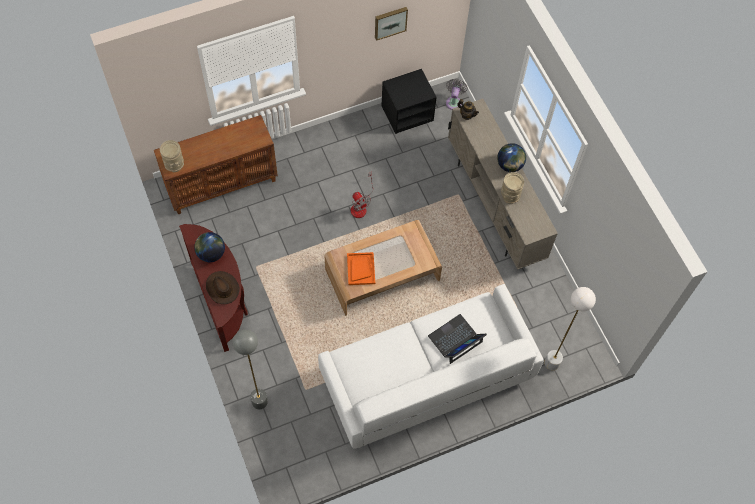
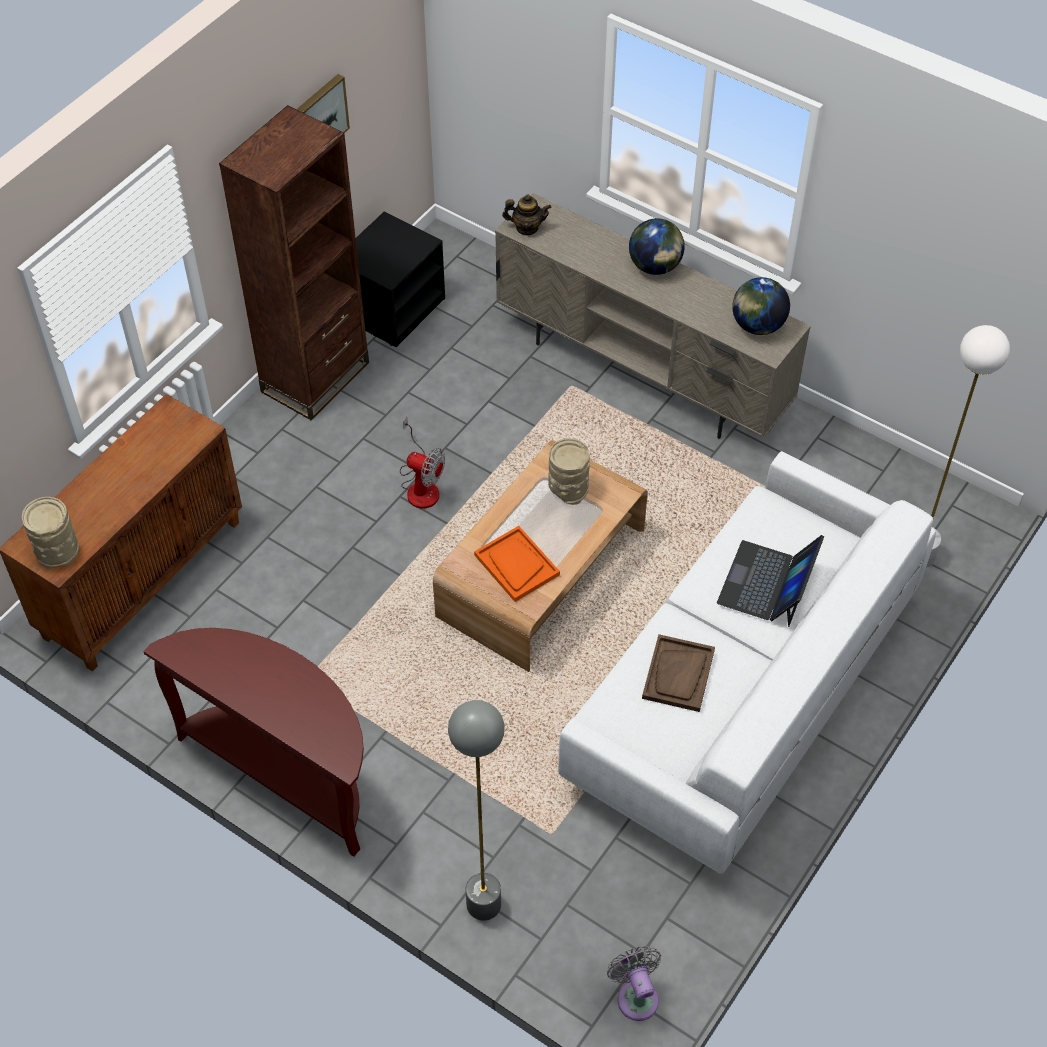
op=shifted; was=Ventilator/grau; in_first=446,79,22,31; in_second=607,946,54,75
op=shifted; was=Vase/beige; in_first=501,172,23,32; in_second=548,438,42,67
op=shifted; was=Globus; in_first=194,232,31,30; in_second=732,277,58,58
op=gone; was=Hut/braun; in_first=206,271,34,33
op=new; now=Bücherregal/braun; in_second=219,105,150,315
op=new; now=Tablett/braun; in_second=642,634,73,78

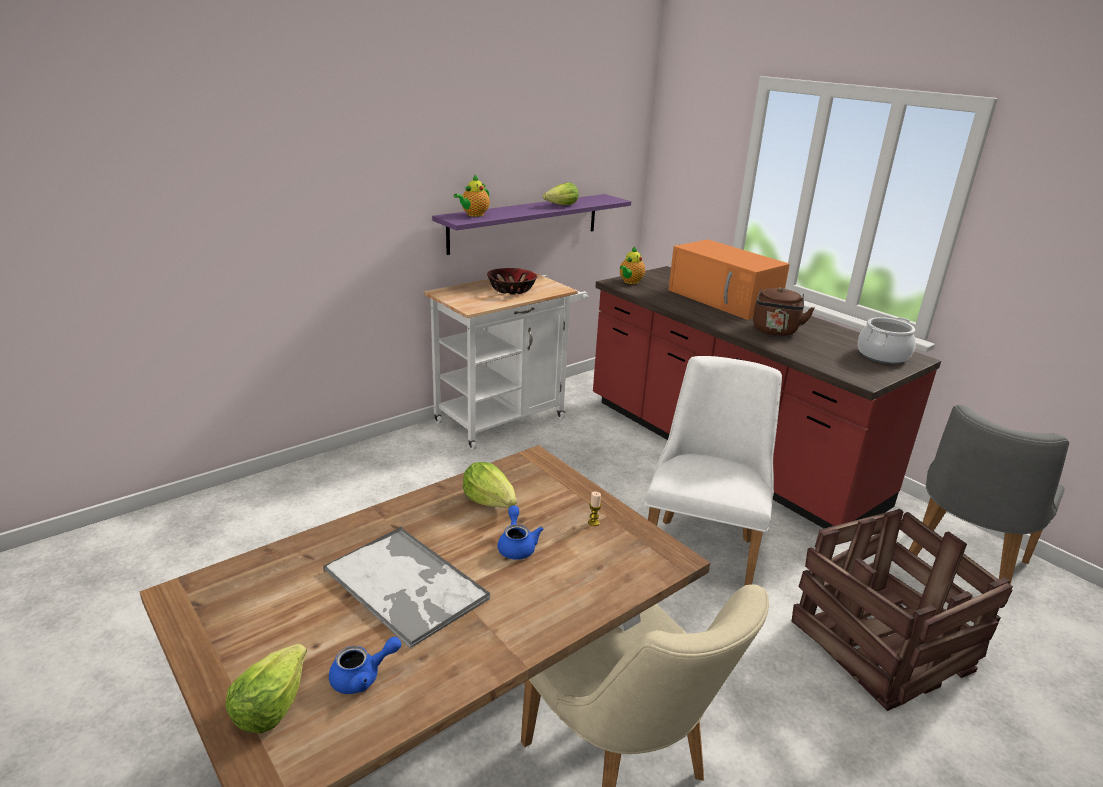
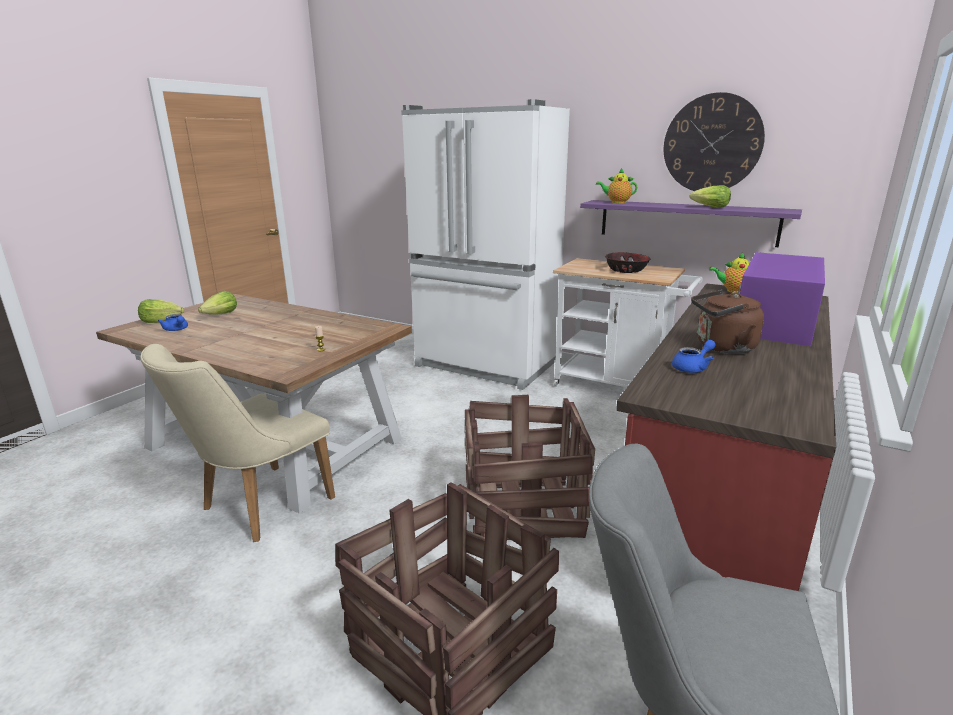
op=repainted; was=Mikrowelle/orange; now=Mikrowelle/lila; in_first=668,239,122,81; in_second=738,252,87,94
op=gone; was=Kochtopf; in_first=858,317,58,47
op=swapped; was=Stuhl/weiß; now=Kiste; in_first=645,356,137,230; in_second=465,395,130,145
op=shifted; was=Salatkopf; in_first=463,462,54,46; in_second=198,291,39,24
op=shifted; was=Teekanne/blau; in_first=498,505,46,55; in_second=672,340,43,33
op=gone; was=Tablett; in_first=323,526,167,123
op=new; now=Wanduhr; in_second=664,92,101,99
op=new; now=Kühlschrank/weiß; in_second=401,99,169,291

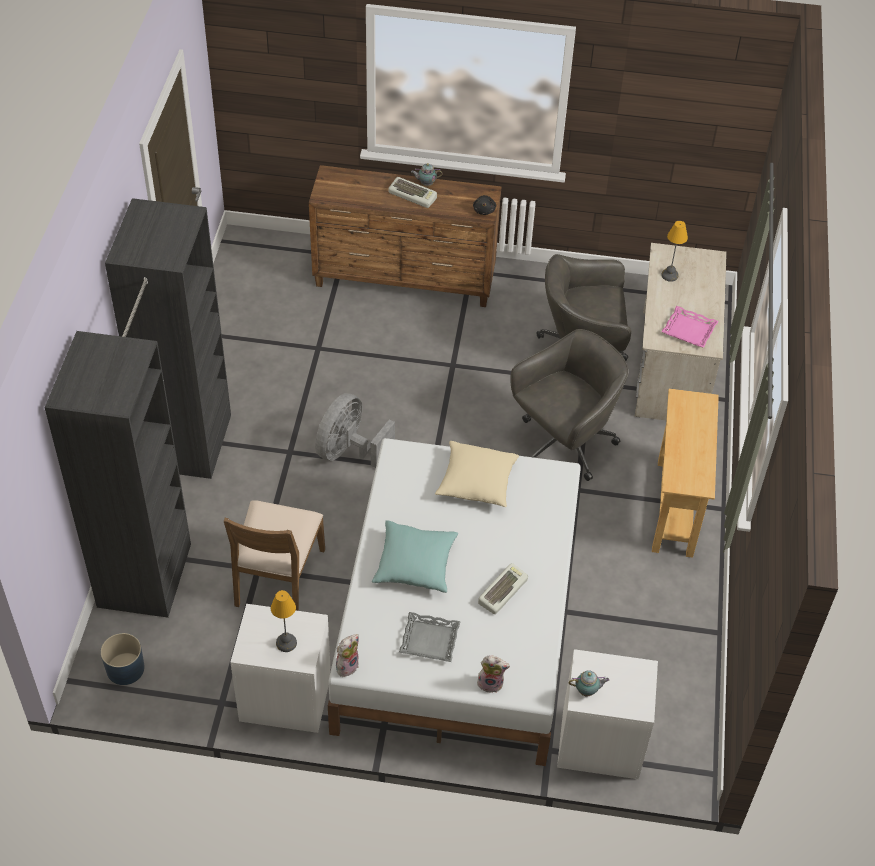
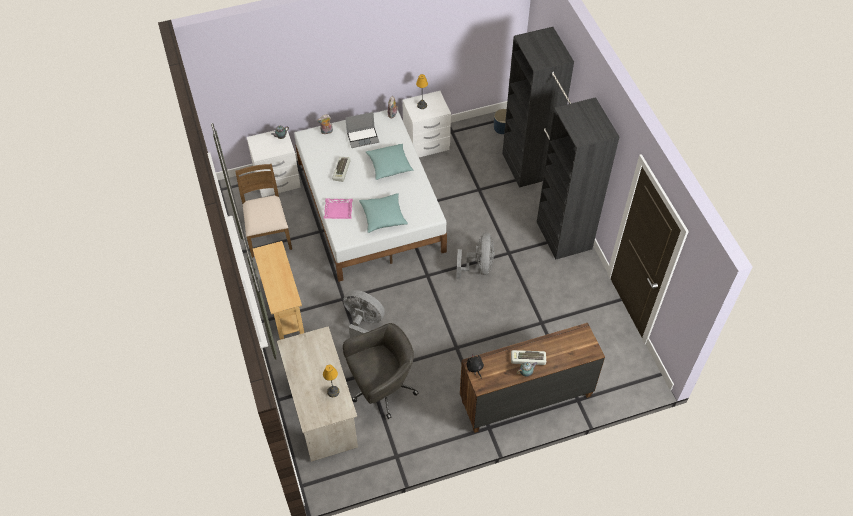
op=shifted; was=Tablett/rosa; in_first=661,306,57,42; in_second=324,199,29,20
op=swapped; was=Bürostuhl/grau; now=Ventilator/grau; in_first=510,329,119,152; in_second=343,290,42,48
op=repainted; was=Kissen/beige; now=Kissen/türkis; in_first=435,441,84,66; in_second=359,193,49,40
op=shifted; was=Stuhl/braun; in_first=224,500,101,111; in_second=235,164,57,94
op=swapped; was=Tablett/grau; now=Laptop; in_first=399,612,62,50; in_second=345,112,34,36

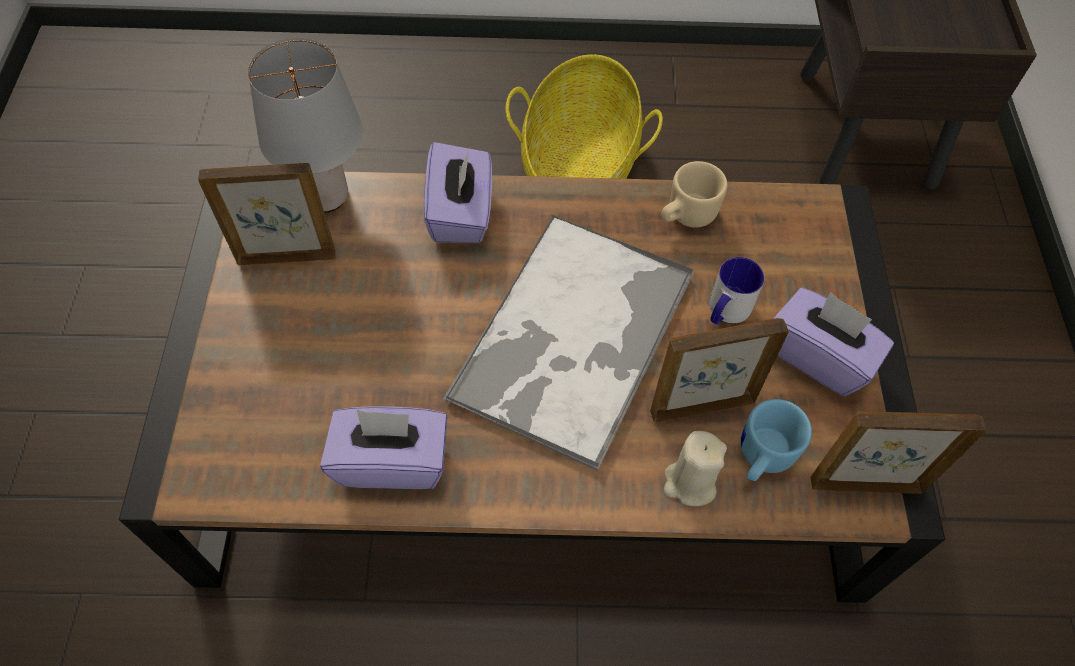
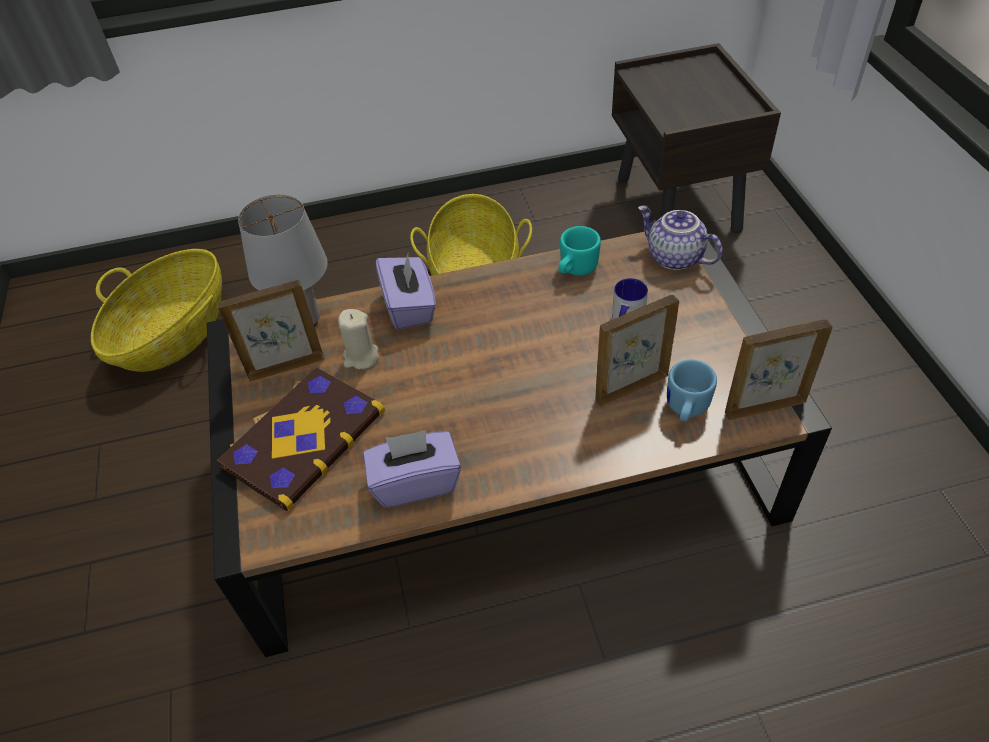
op=repainted; was=Henkelbecher/beige; now=Henkelbecher/türkis; in_first=661,161,67,67; in_second=558,226,43,50
op=gone; was=Tablett; in_first=443,215,250,256
op=gone; was=Taschentuchbox/lila; in_first=773,288,121,108
op=shifted; was=Kerze/beige; in_first=664,431,63,75; in_second=338,309,41,60
op=new; now=Teekanne; in_second=638,205,85,65
op=new; now=Korb; in_second=91,249,131,123
op=new; now=Buch; in_second=217,367,168,144

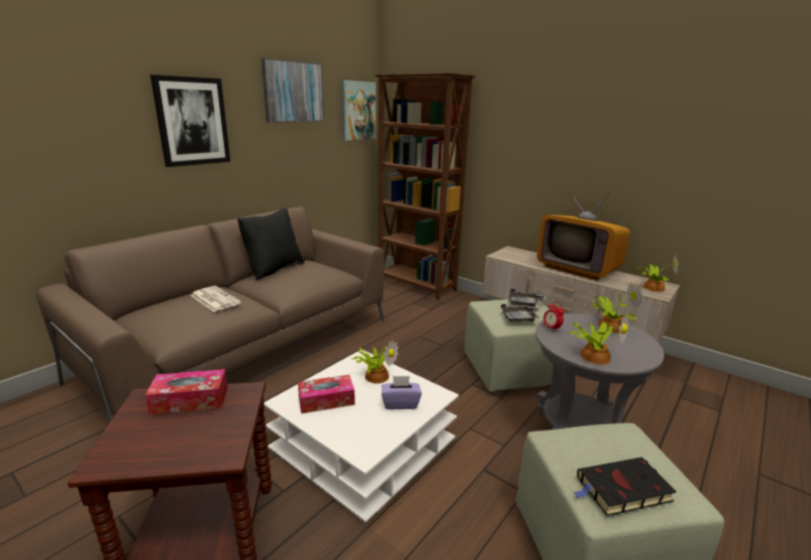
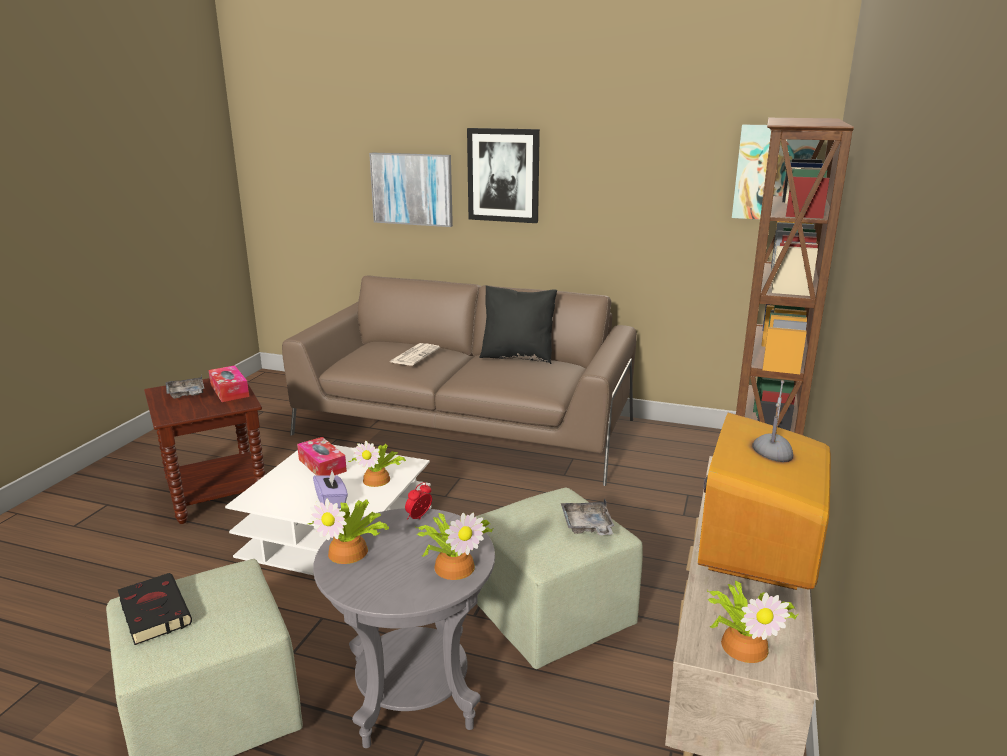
op=shifted; was=Bild; in_first=261,58,63,64; in_second=369,152,84,75
op=shifted; was=Tablett/grau; in_first=501,304,40,18; in_second=165,375,40,24

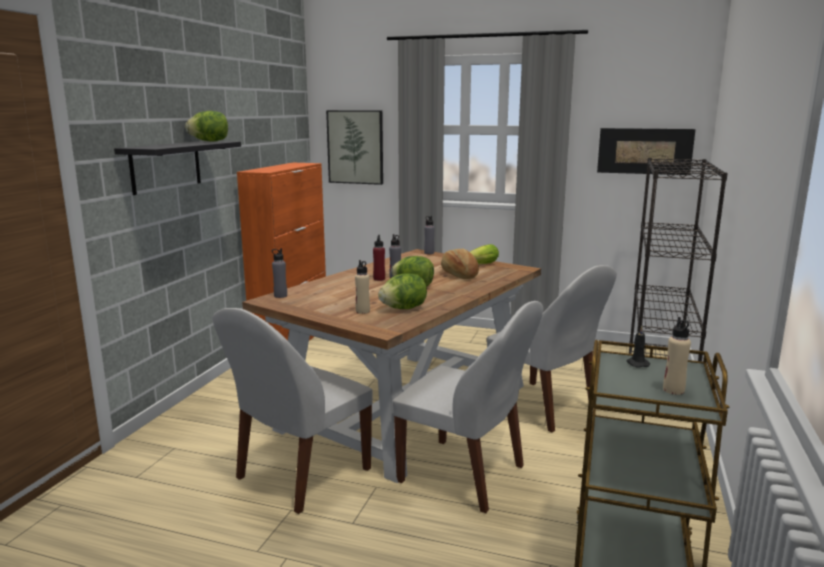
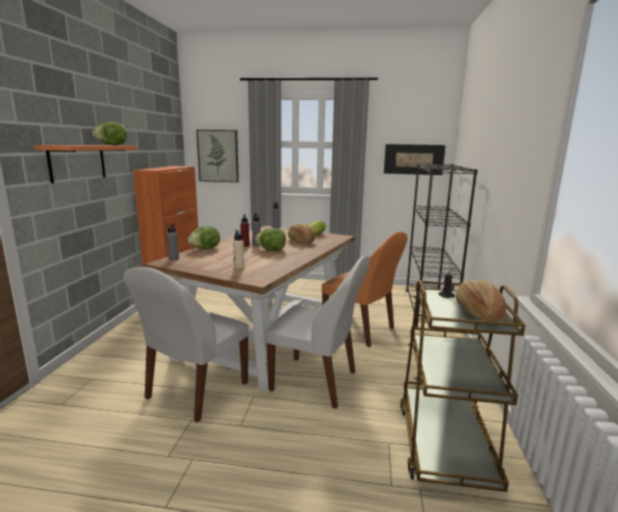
op=repainted; was=Wandregal/schwarz; now=Wandregal/orange; in_first=114,141,127,54; in_second=34,145,103,38
op=repainted; was=Stuhl/weiß; now=Stuhl/orange; in_first=487,265,130,167; in_second=322,232,86,115
op=shifted; was=Salatkopf; in_first=378,273,49,36; in_second=188,226,32,23
op=swapped; was=Flasche/beige; now=Brot; in_first=663,317,28,78; in_second=456,280,50,42

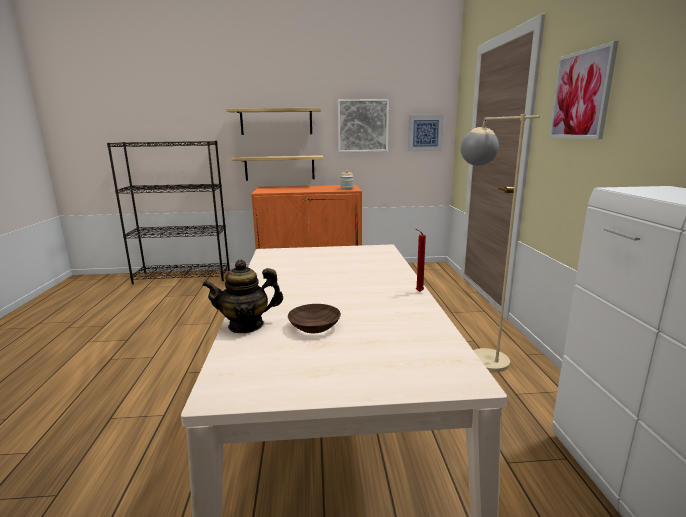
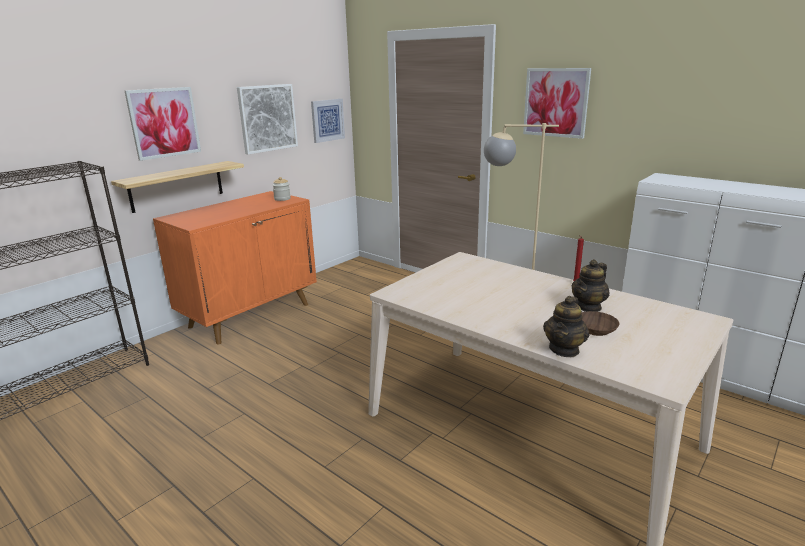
op=swapped; was=Wandregal; now=Bild; in_first=226,108,95,27; in_second=125,87,76,74
op=new; now=Teekanne; in_second=572,259,38,53

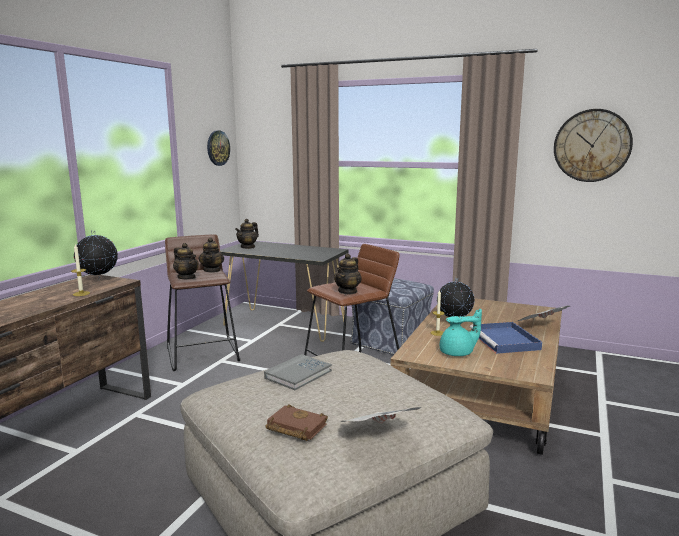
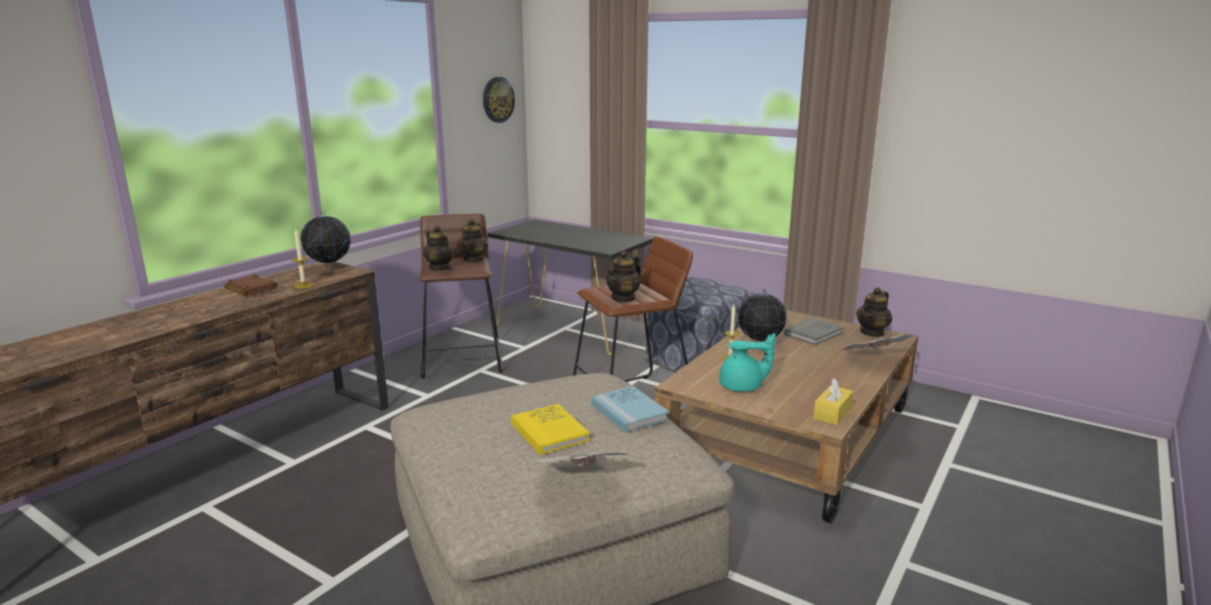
op=gone; was=Wanduhr; in_first=554,109,79,73
op=shifted; was=Teekanne; in_first=235,219,24,30; in_second=856,287,36,50
op=gone; was=Tablett/blau; in_first=470,322,72,32
op=shifted; was=Buch/grau; in_first=264,354,68,36; in_second=784,318,60,27
op=shifted; was=Buch/braun; in_first=266,404,62,37; in_second=224,274,54,23
op=new; now=Taschentuchbox/gelb; in_second=813,378,40,47
op=new; now=Buch/blau; in_second=591,386,78,46
op=new; now=Buch/gelb; in_second=511,404,79,51

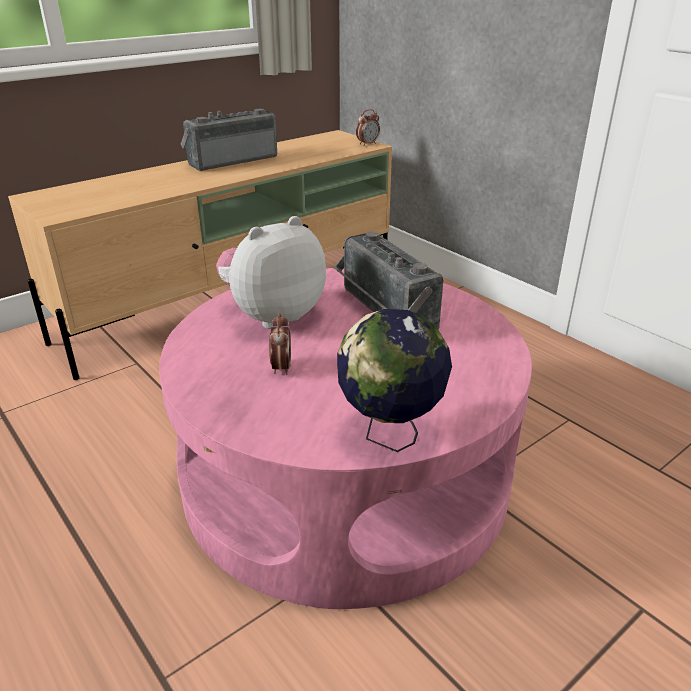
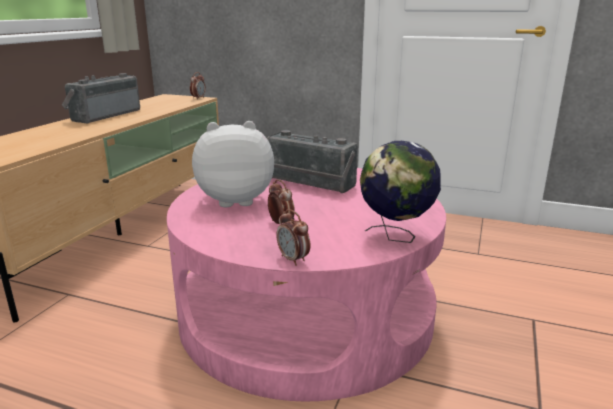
op=rotated; was=Plüschtier; in_first=216,216,110,113; in_second=192,121,82,86; clockwise=60
op=new; now=Wecker; in_second=276,209,34,57

